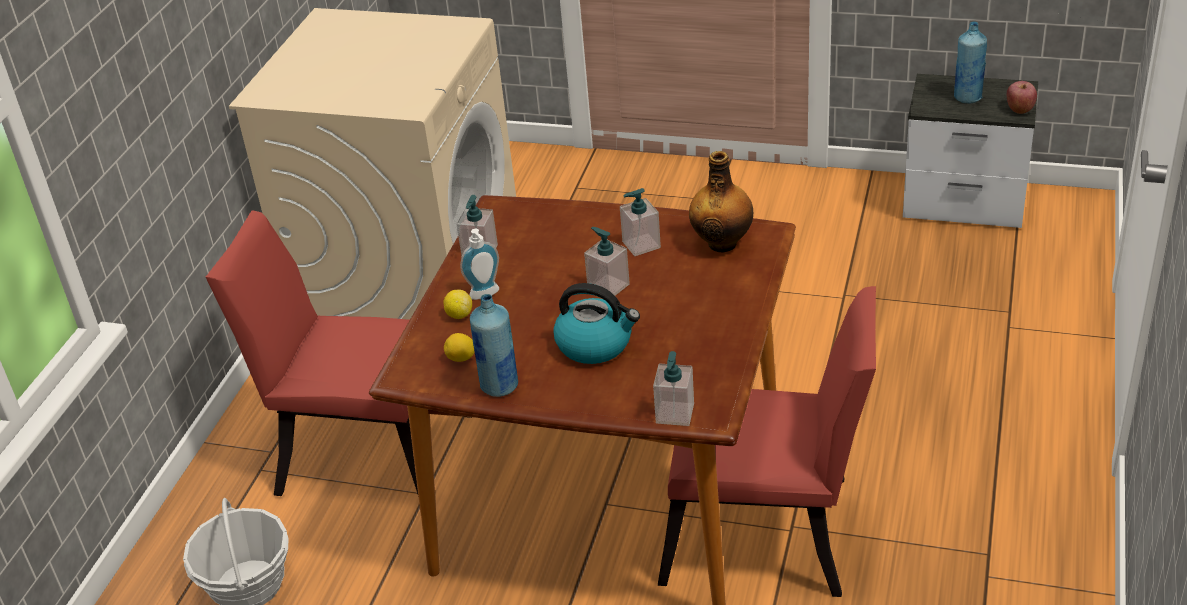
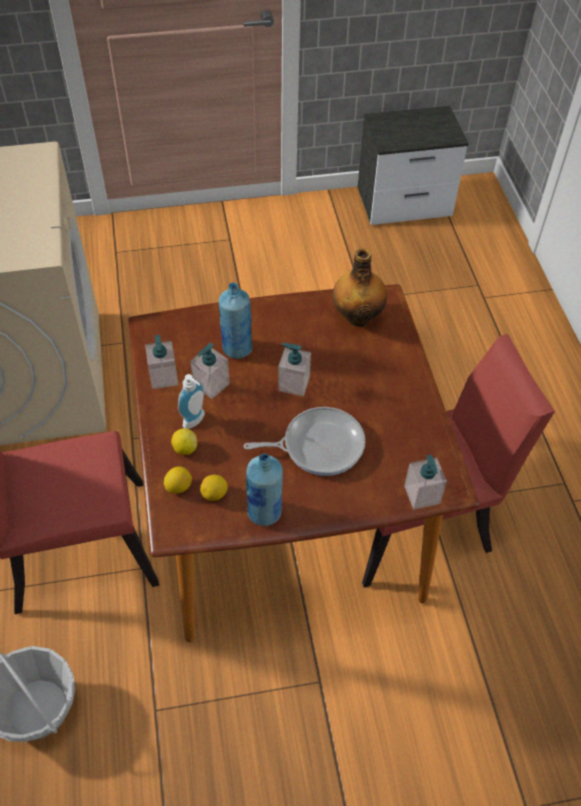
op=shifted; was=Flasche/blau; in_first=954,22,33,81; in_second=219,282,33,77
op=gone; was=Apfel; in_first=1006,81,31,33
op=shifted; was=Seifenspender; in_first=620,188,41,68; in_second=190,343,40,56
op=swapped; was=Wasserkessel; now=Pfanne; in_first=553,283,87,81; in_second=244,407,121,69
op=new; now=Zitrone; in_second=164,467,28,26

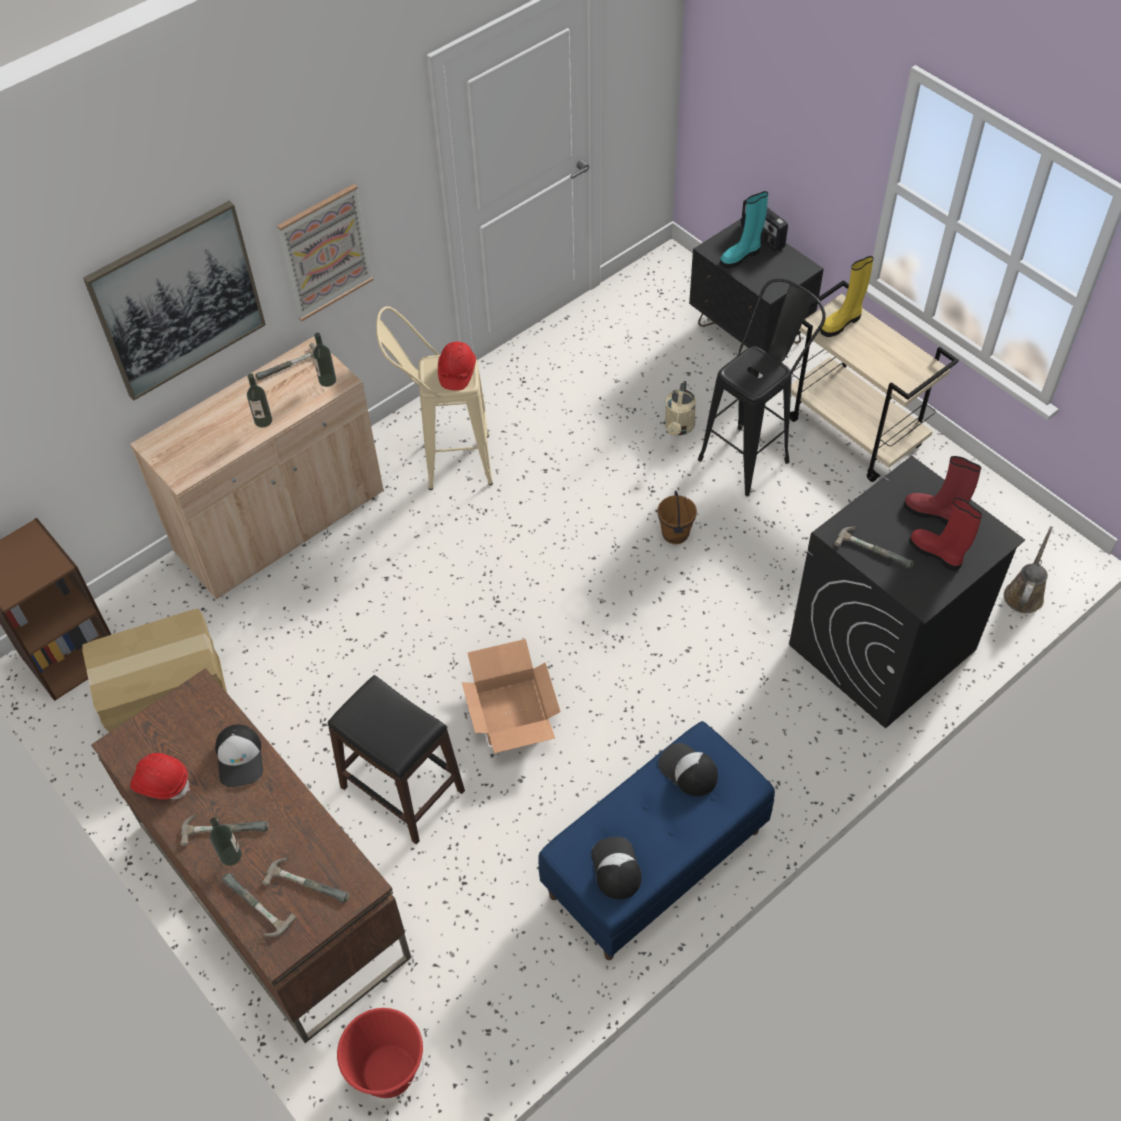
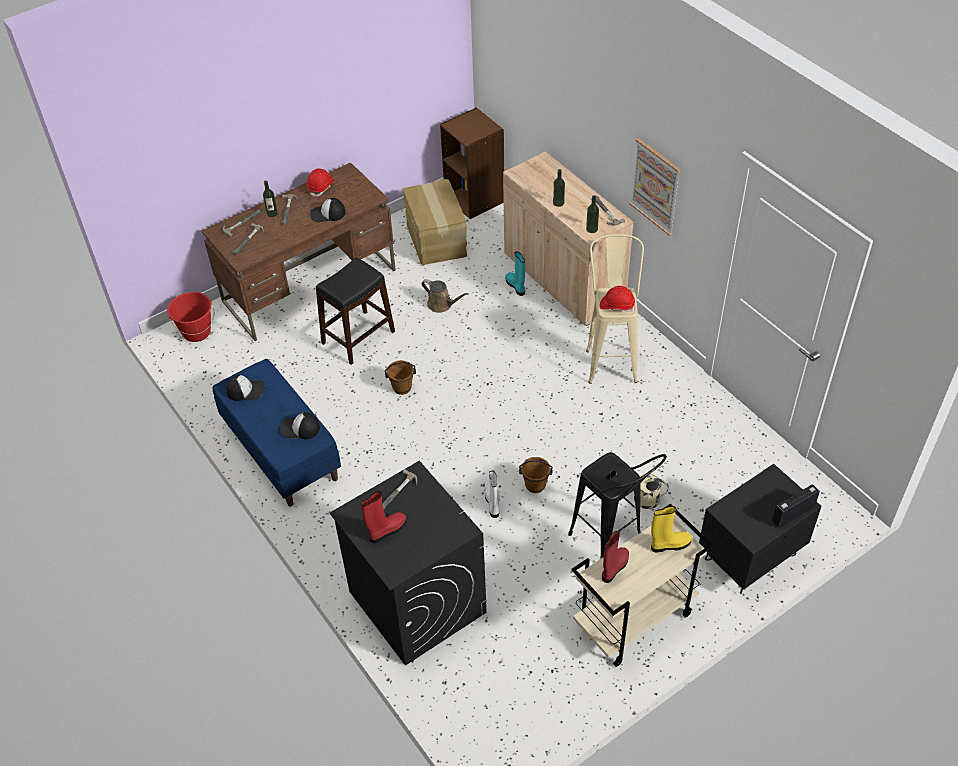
op=shifted; was=Stiefel/türkis; in_first=720,191,48,77; in_second=506,251,19,45
op=gone; was=Bild; in_first=83,201,183,200
op=rotated; was=Stiefel/gelb; in_first=820,256,54,81; in_second=651,506,41,47; clockwise=105
op=shifted; was=Stiefel/rot; in_first=904,456,77,69; in_second=602,531,27,52
op=shifted; was=Gießkanne/braun; in_first=1004,526,49,87; in_second=421,279,48,34
op=swapped; was=Karton; now=Eimer/braun; in_first=462,639,99,114; in_second=385,360,31,35
op=rotated; was=Kappe; in_first=658,743,60,53; in_second=280,412,40,27; clockwise=-135
op=new; now=Stiefel/weiß; in_second=485,470,15,48

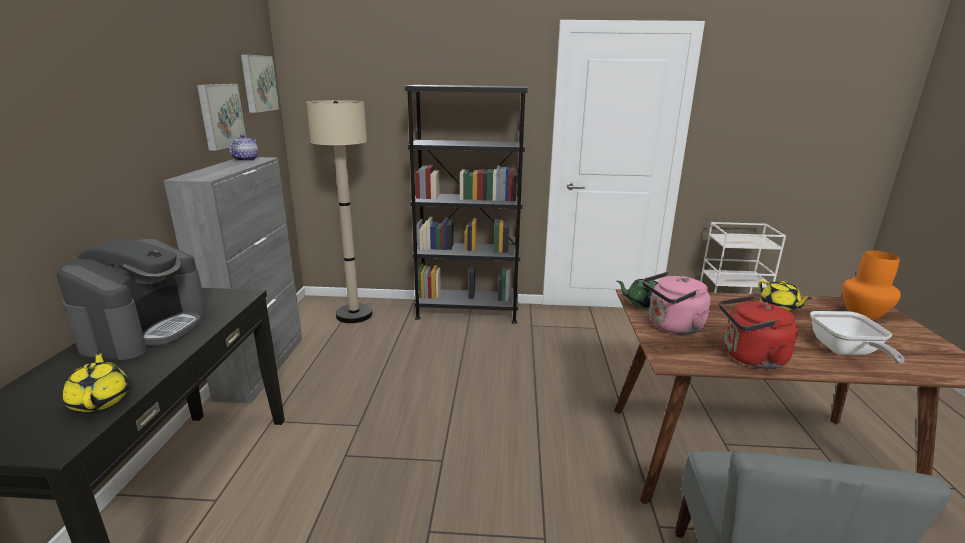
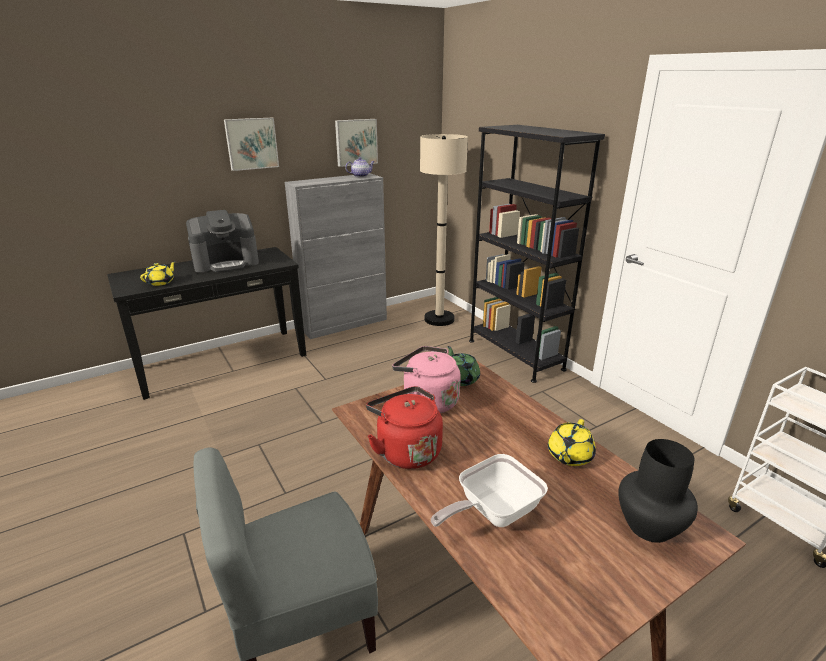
op=shifted; was=Bild; in_first=241,54,38,59; in_second=224,118,55,53
op=repainted; was=Vase/orange; now=Vase/schwarz; in_first=842,250,59,70; in_second=618,439,80,104

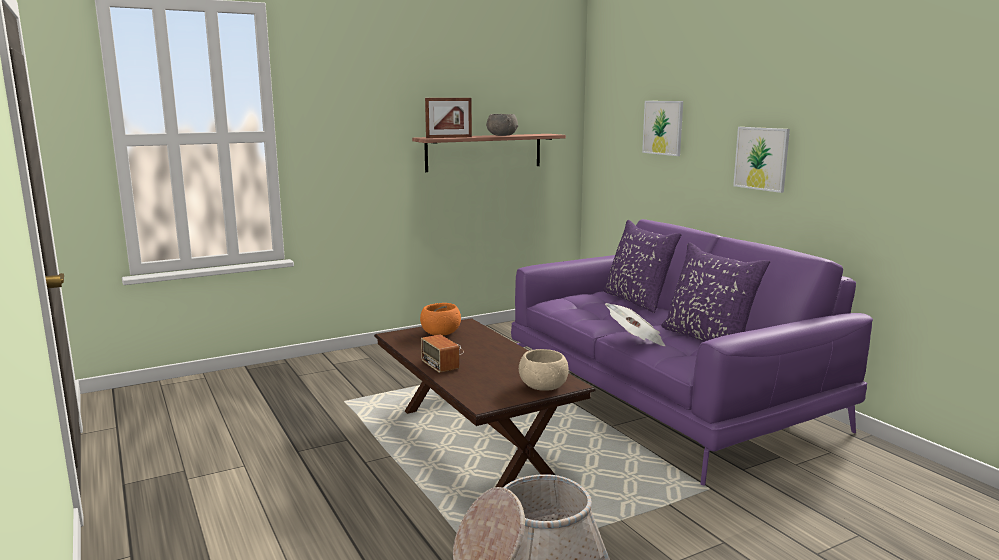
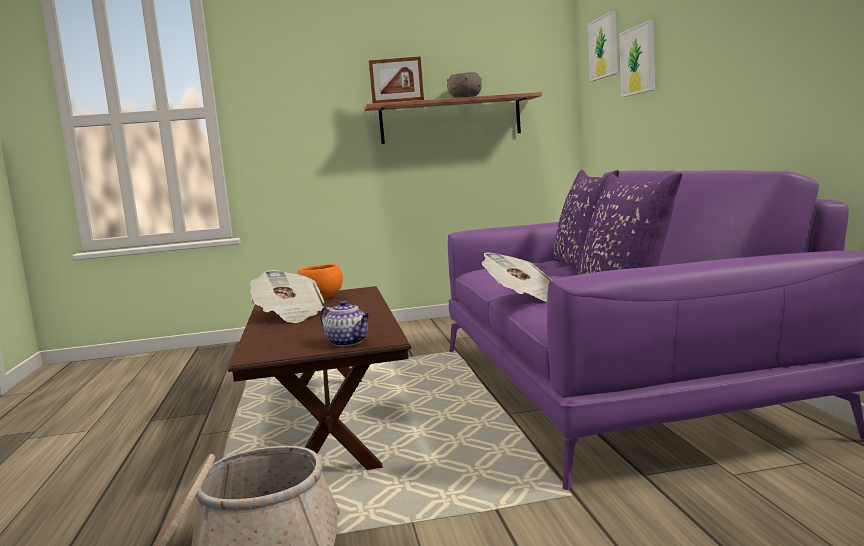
op=shifted; was=Bild; in_first=733,127,57,66; in_second=588,11,30,71
op=swapped; was=Radio; now=Zeitung; in_first=421,334,43,39; in_second=250,270,74,53
op=swapped; was=Schüssel/beige; now=Teekanne; in_first=519,349,50,42; in_second=320,300,51,46

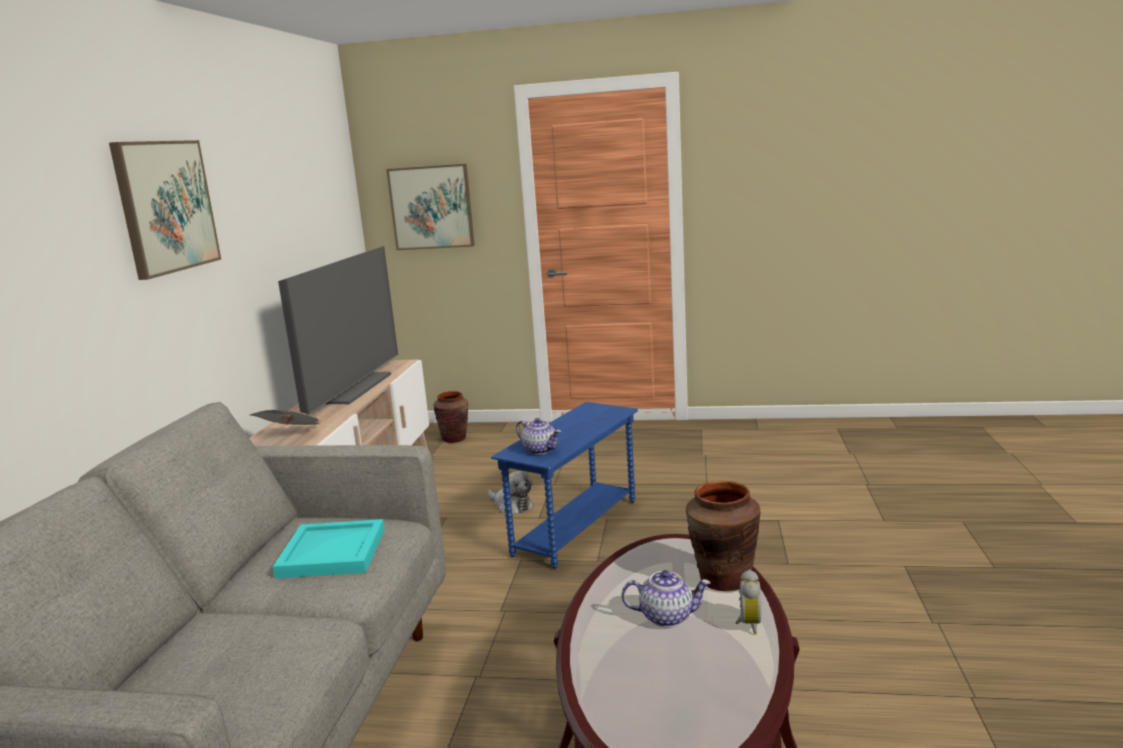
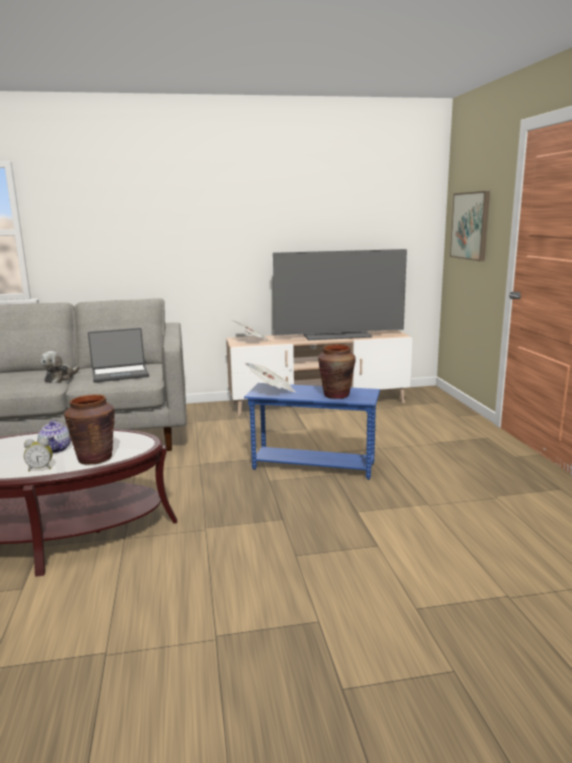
op=gone; was=Bild; in_first=109,140,112,140
op=shifted; was=Vase/braun; in_first=433,391,35,52; in_second=318,344,38,55
op=swapped; was=Teekanne; now=Zeitung; in_first=516,418,45,37; in_second=244,363,52,29
op=shifted; was=Plüschtier; in_first=488,471,45,43; in_second=41,351,38,32
op=swapped; was=Tablett/türkis; now=Laptop; in_first=273,519,112,60; in_second=88,328,61,55

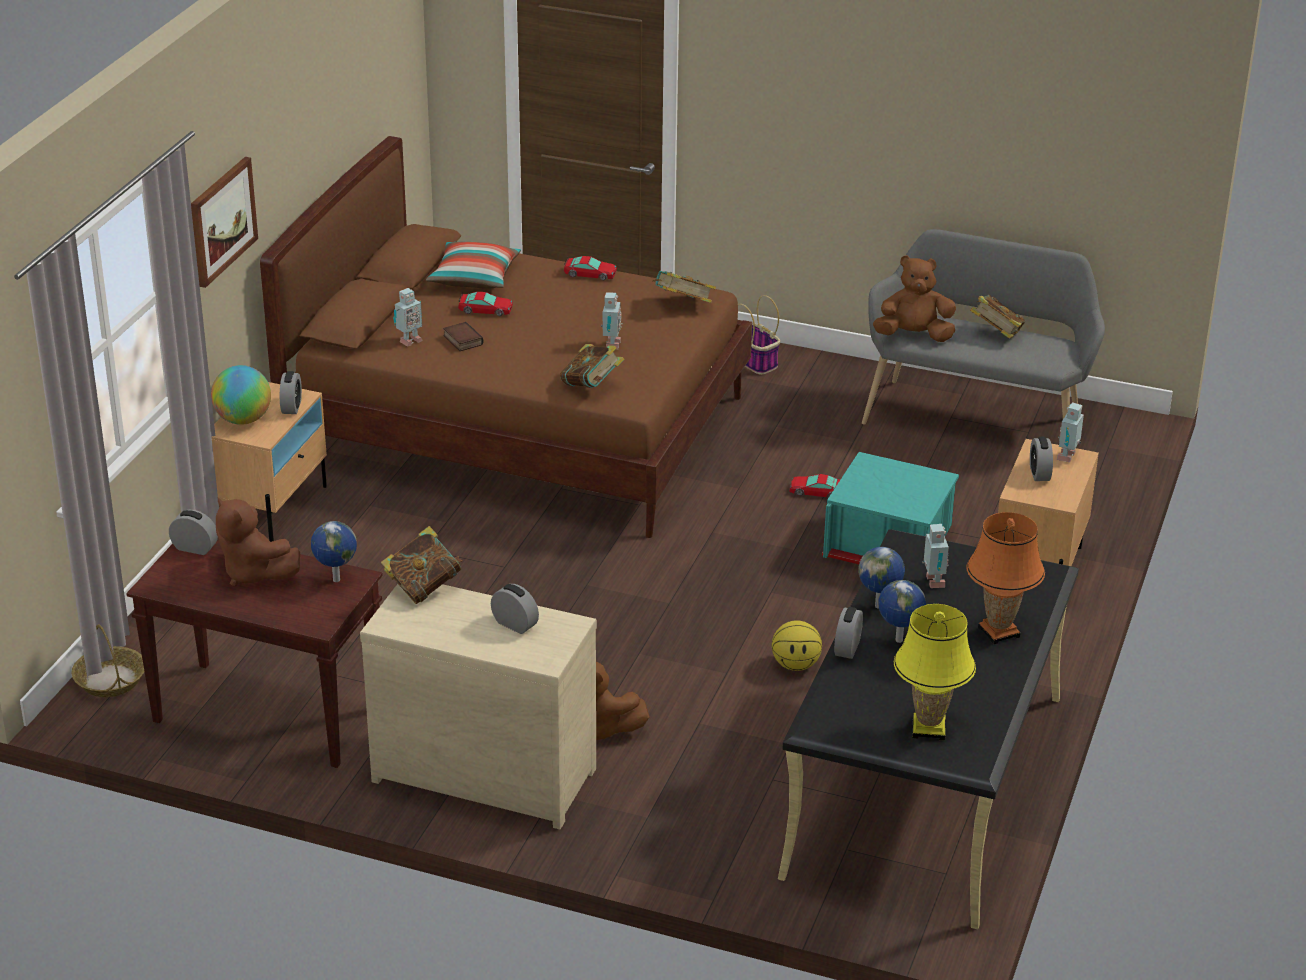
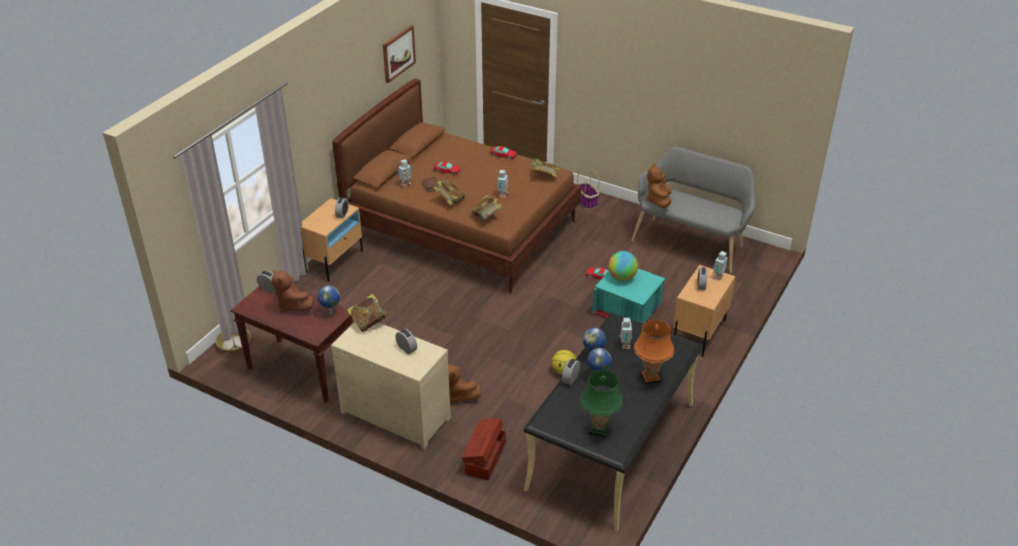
op=shifted; was=Bild; in_first=191,157,67,131; in_second=383,25,33,58
op=gone; was=Kissen; in_first=426,242,95,47
op=rotated; was=Plüschtier/braun; in_first=873,255,83,87; in_second=646,163,26,45; clockwise=-90
op=shifted; was=Buch; in_first=970,295,56,44; in_second=433,180,32,25
op=shifted; was=Globus; in_first=211,365,60,60; in_second=608,251,30,30
op=repainted; was=Tischlampe/gelb; now=Tischlampe/grün; in_first=894,604,82,137; in_second=580,370,43,68
op=new; now=Aufbewahrungsbox/braun; in_second=461,418,45,62

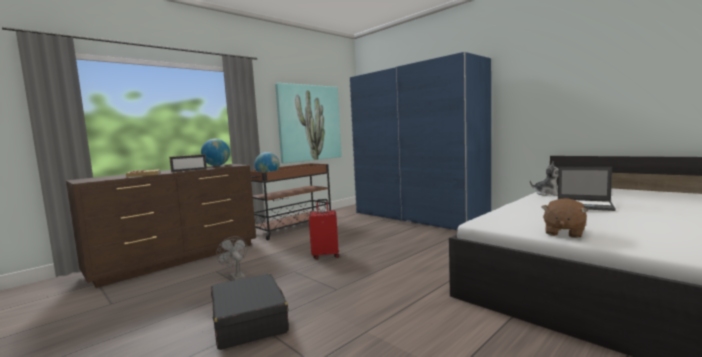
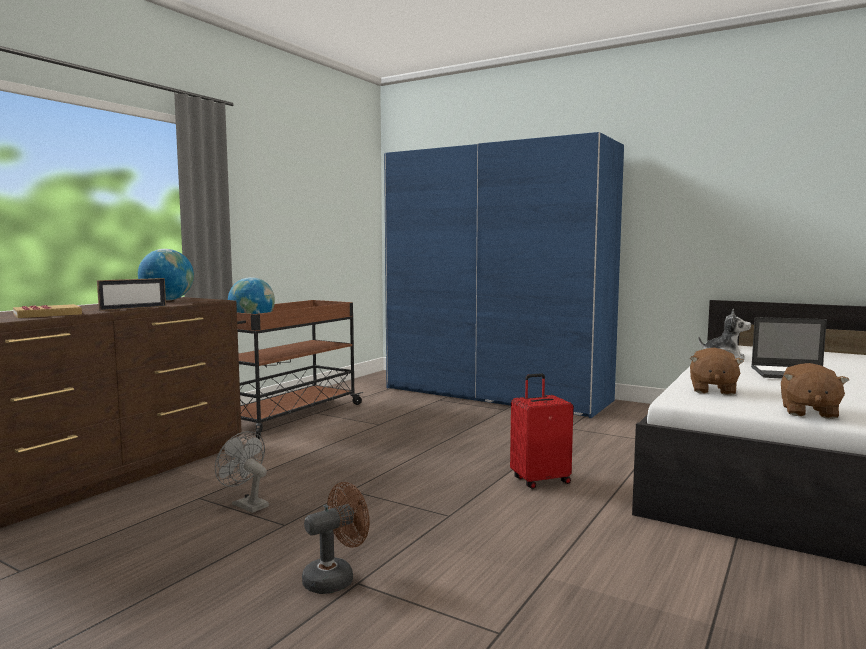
op=gone; was=Bild; in_first=275,83,67,80
op=shifted; was=Koffer/rot; in_first=309,199,30,60; in_second=510,373,63,116
op=swapped; was=Koffer/schwarz; now=Ventilator/braun; in_first=211,274,78,76; in_second=302,482,67,112
op=new; now=Plüschtier/braun; in_second=690,348,54,47

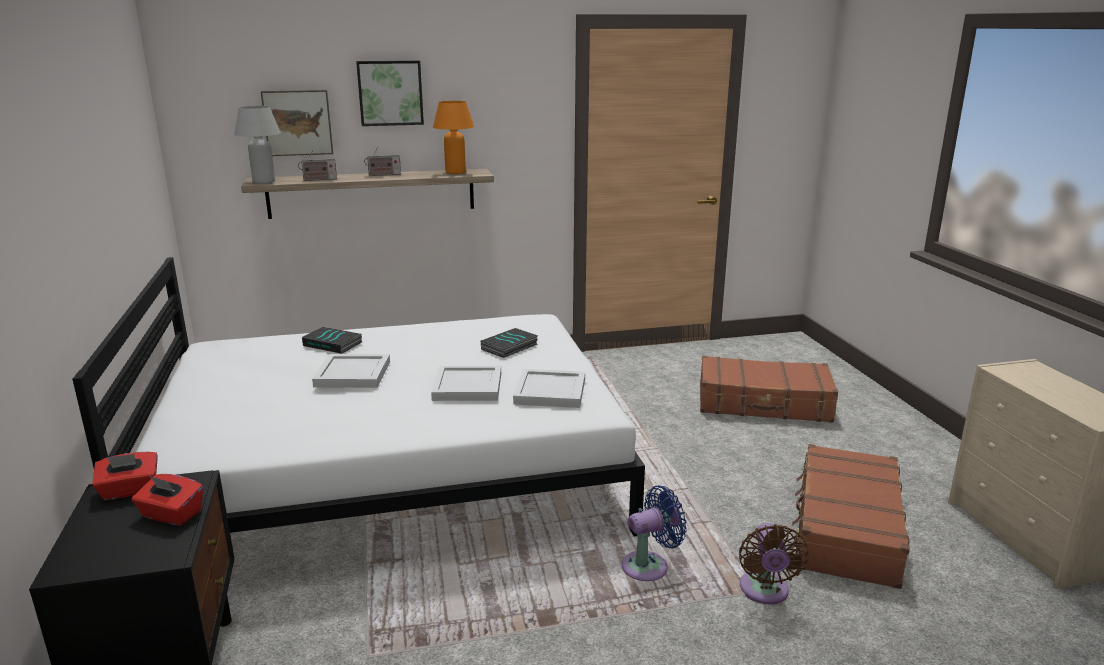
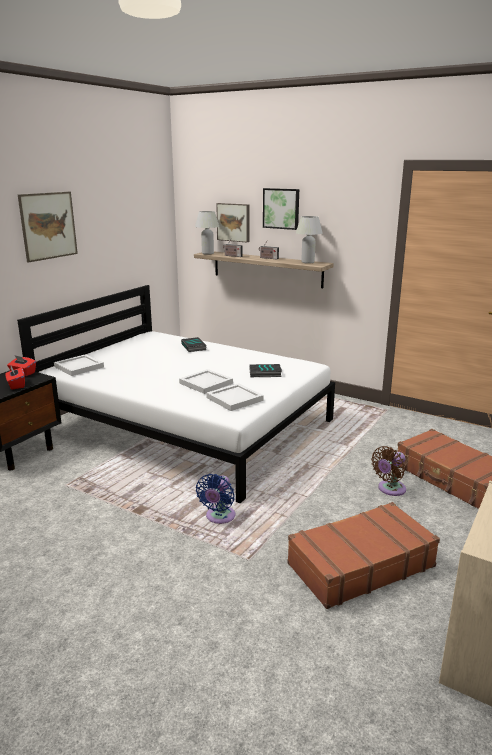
op=repainted; was=Tischlampe/orange; now=Tischlampe/weiß; in_first=433,101,41,73; in_second=296,216,27,48
op=shifted; was=Tablett/weiß; in_first=312,354,78,34; in_second=54,354,50,22
op=rotated; was=Ventilator/blau; in_first=622,485,65,96; in_second=196,474,39,50; clockwise=90
op=shifted; was=Ventilator/braun; in_first=739,523,69,81; in_second=371,446,35,50
op=new; now=Bild; in_second=18,192,60,71

